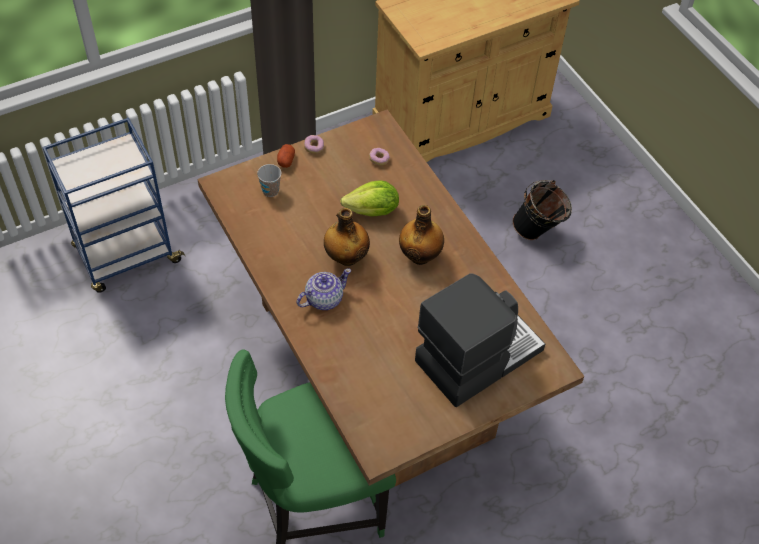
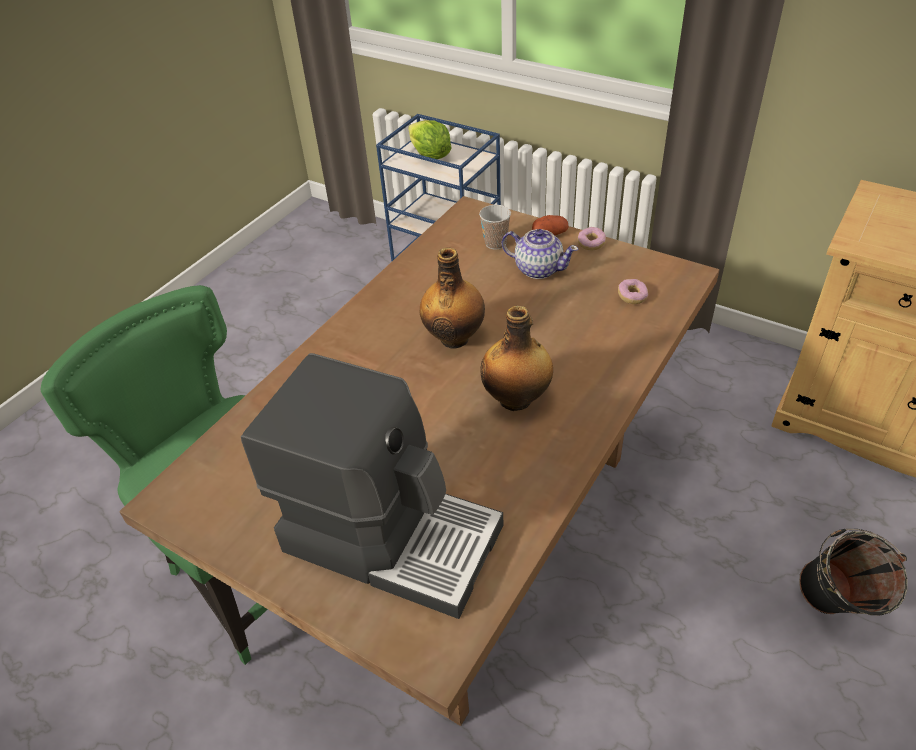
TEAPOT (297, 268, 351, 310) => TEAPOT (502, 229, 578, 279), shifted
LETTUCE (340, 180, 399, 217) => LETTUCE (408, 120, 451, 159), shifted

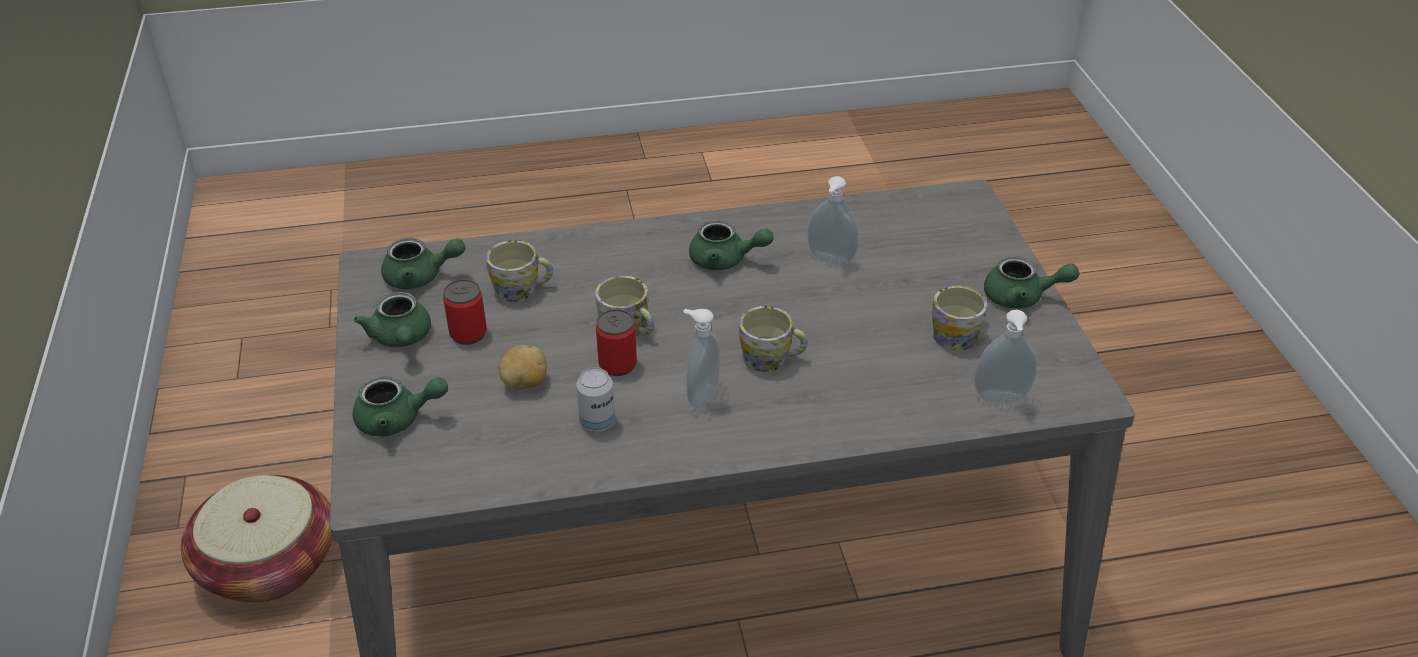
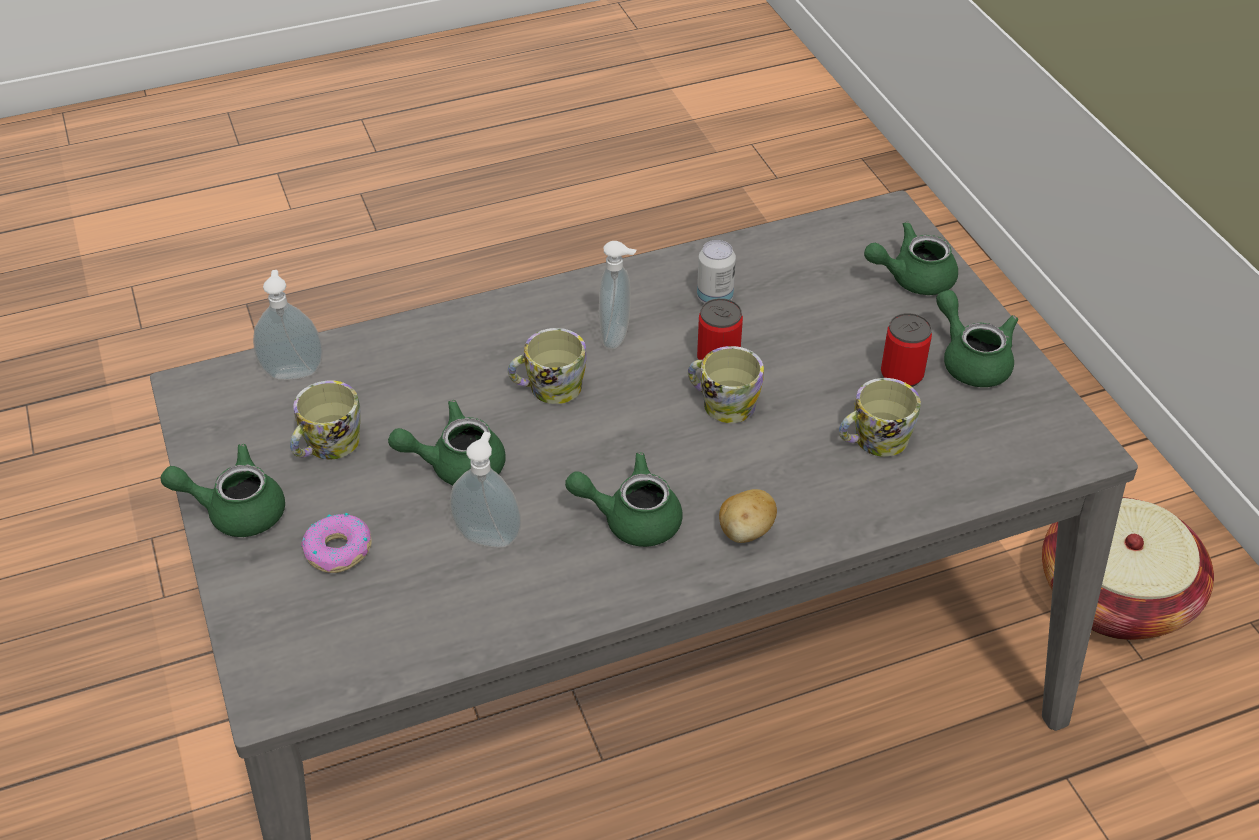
nothing => DONUT (301, 513, 371, 573)
GREEN TEAPOT (381, 238, 465, 289) => GREEN TEAPOT (388, 400, 506, 485), shifted
POTATO (499, 345, 547, 389) => POTATO (719, 489, 777, 543), shifted

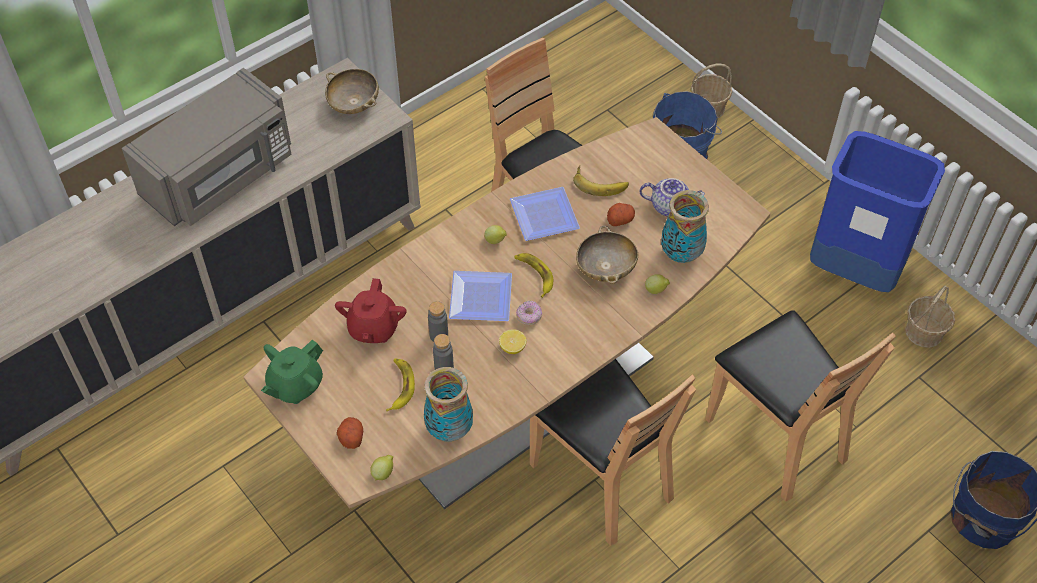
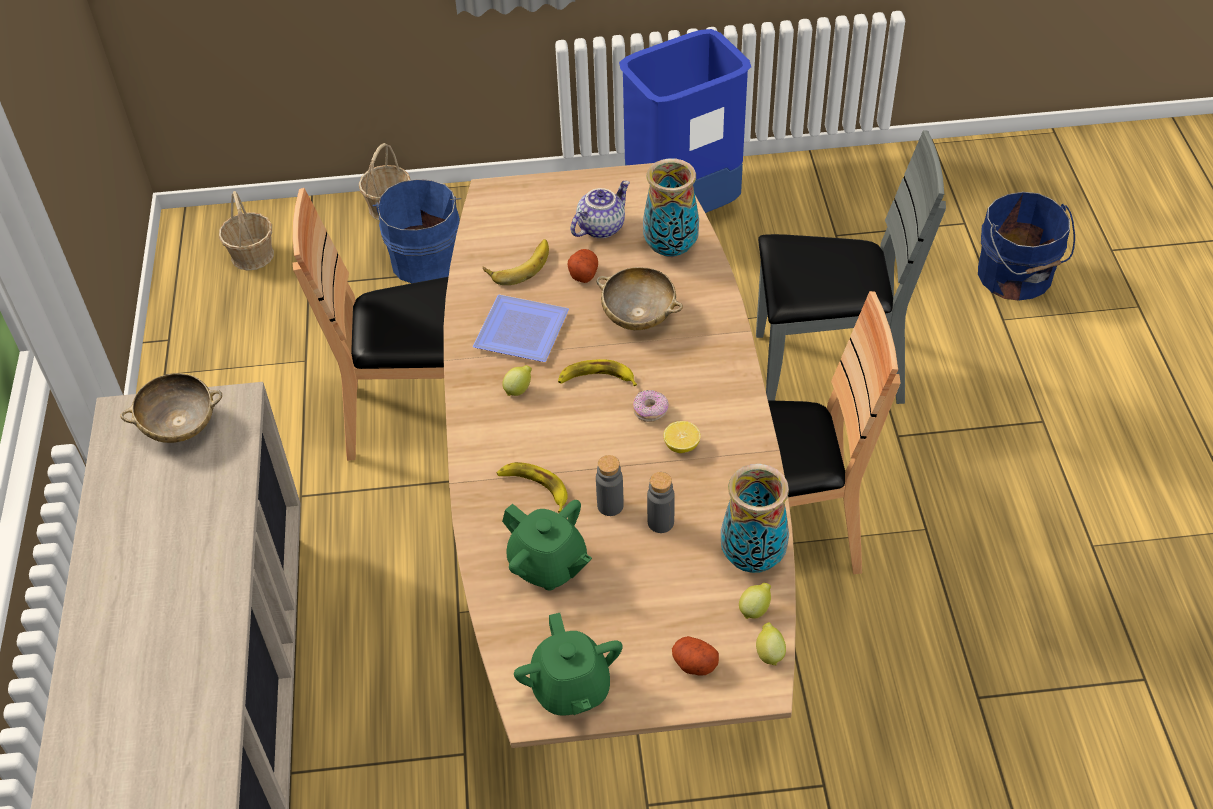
GREY MICROWAVE (122, 68, 291, 226) => nothing
PLATE (449, 271, 512, 321) => nothing
BANANA (386, 358, 415, 411) => BANANA (497, 462, 568, 513), shifted
LEMON (645, 274, 670, 294) => LEMON (739, 583, 771, 619), shifted
BASKET (905, 286, 955, 348) => BASKET (219, 191, 274, 271), shifted
RED TEAPOT (335, 278, 407, 343) => GREEN TEAPOT (502, 500, 592, 590)
BROWN CHAIR (705, 310, 896, 502) => GREY CHAIR (756, 130, 946, 404)

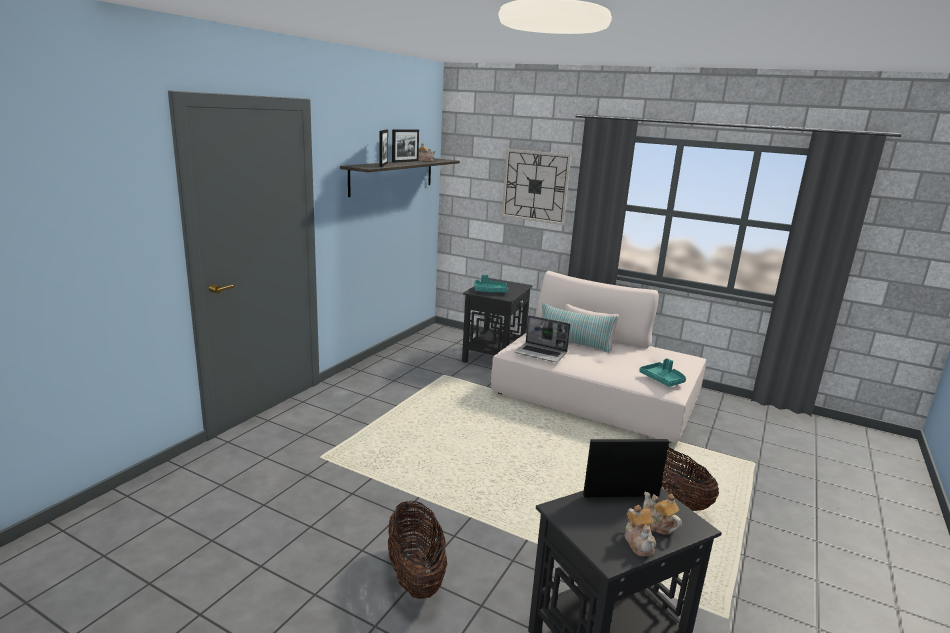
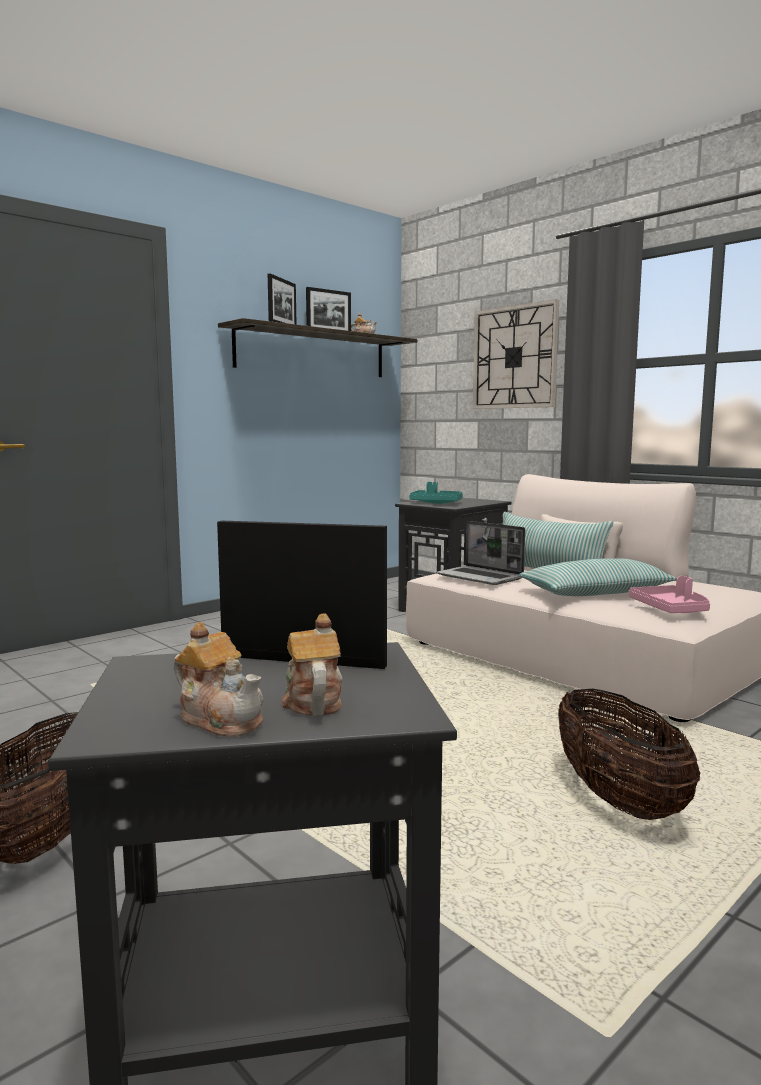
nothing => PILLOW (519, 558, 677, 596)
TURQUOISE TRAY (639, 358, 686, 387) => PINK TRAY (629, 576, 710, 613)
TEAPOT (624, 505, 656, 557) => TEAPOT (174, 622, 263, 737), 60 degrees counterclockwise

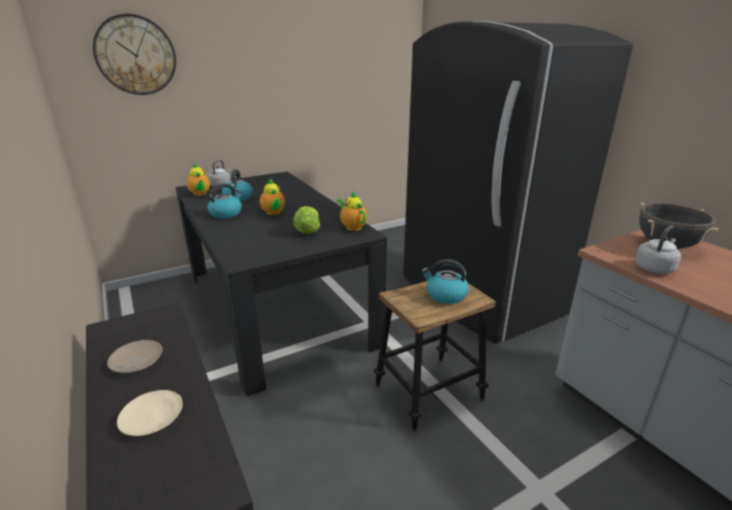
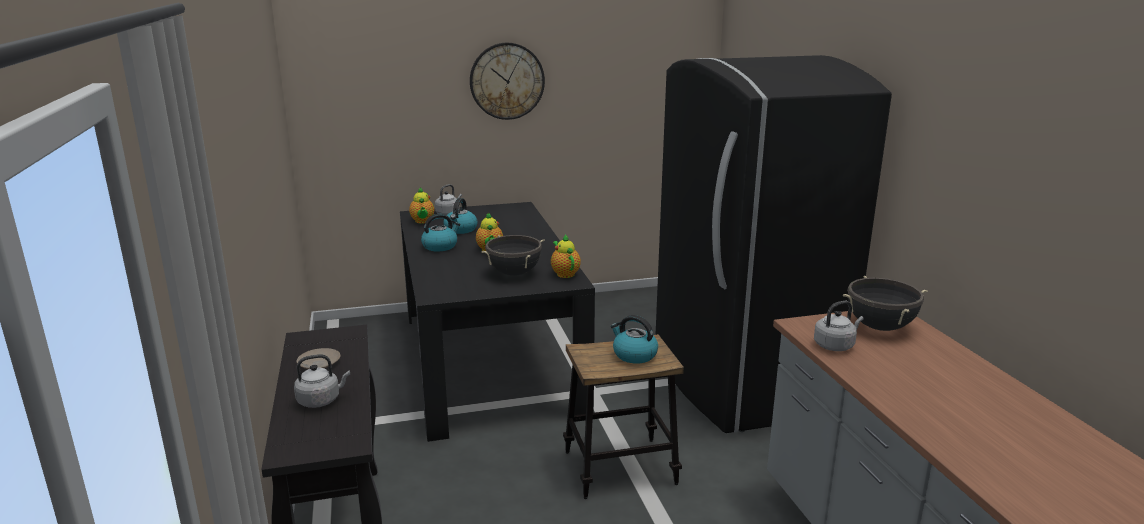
WALL CLOCK (93, 14, 176, 95) => WALL CLOCK (470, 43, 545, 120), shifted
BEIGE PLATE (117, 390, 183, 436) => GREY KETTLE (294, 354, 350, 408)
LETTUCE (293, 206, 320, 234) => BLACK COOKING POT (481, 235, 545, 276)

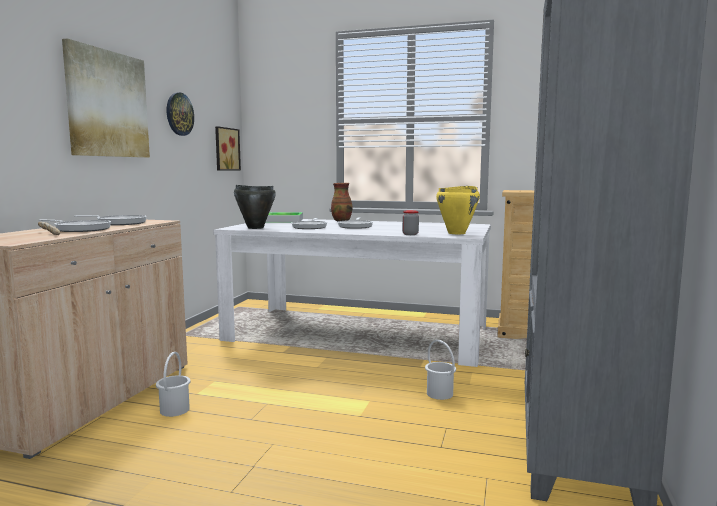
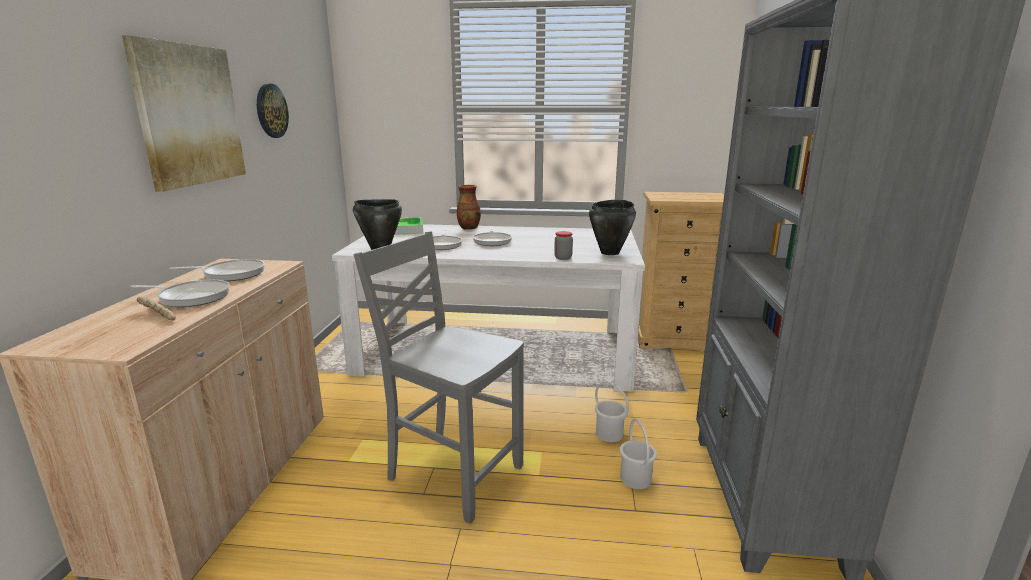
PICTURE (215, 126, 241, 171) => nothing
nothing => GREY CHAIR (354, 231, 524, 524)
WHITE BUCKET (156, 352, 191, 417) => WHITE BUCKET (620, 418, 657, 489), shifted
YELLOW COOKING POT (436, 186, 480, 234) => BLACK COOKING POT (589, 199, 636, 255)

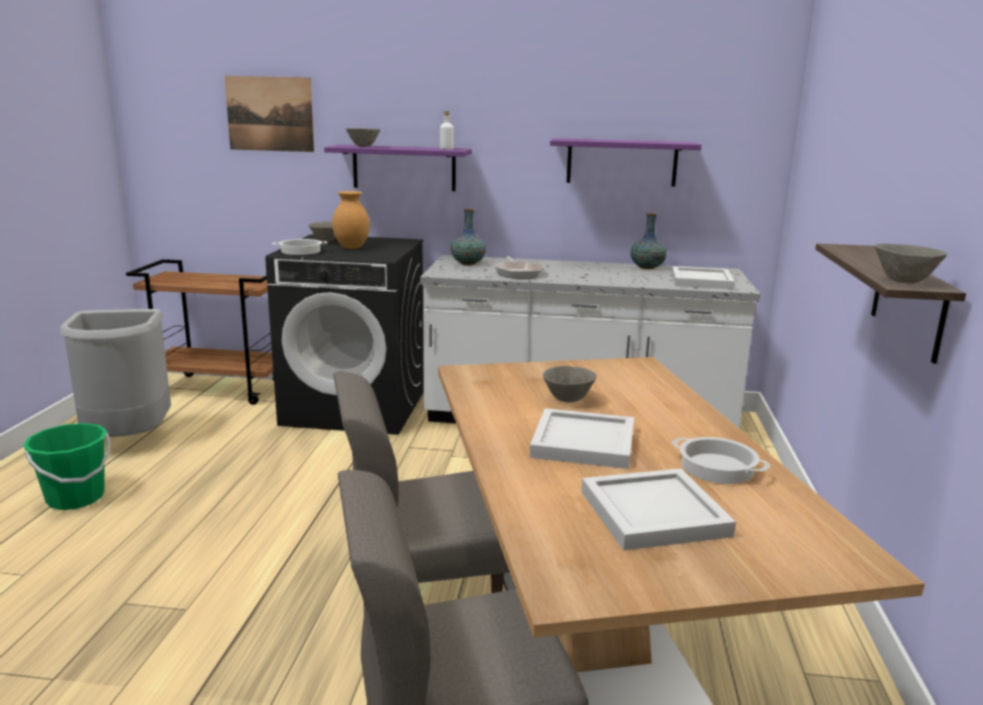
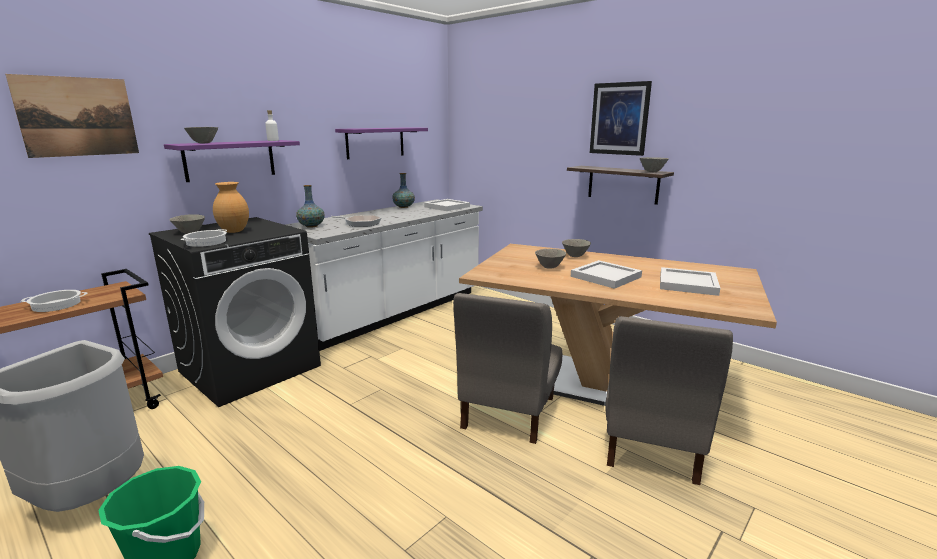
nothing => GREY BOWL (562, 239, 591, 257)
nothing => PICTURE (590, 81, 652, 156)
COOKING POT (672, 437, 770, 484) => COOKING POT (21, 290, 87, 312), shifted

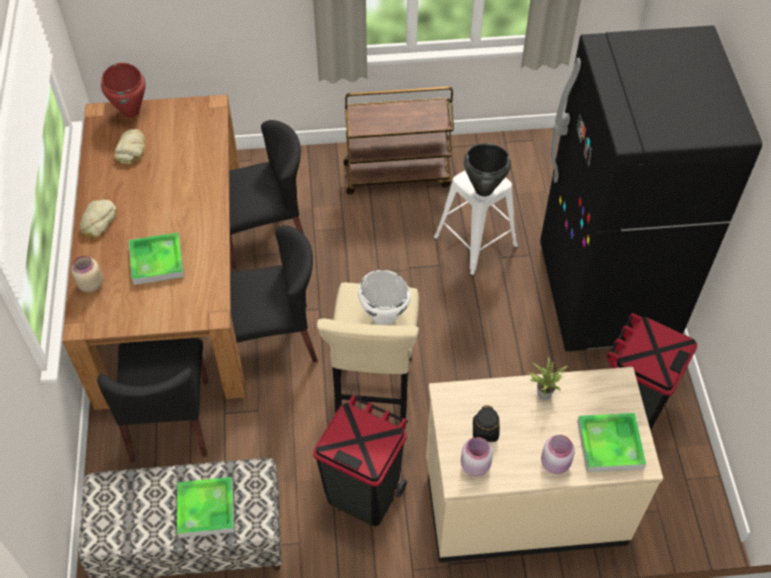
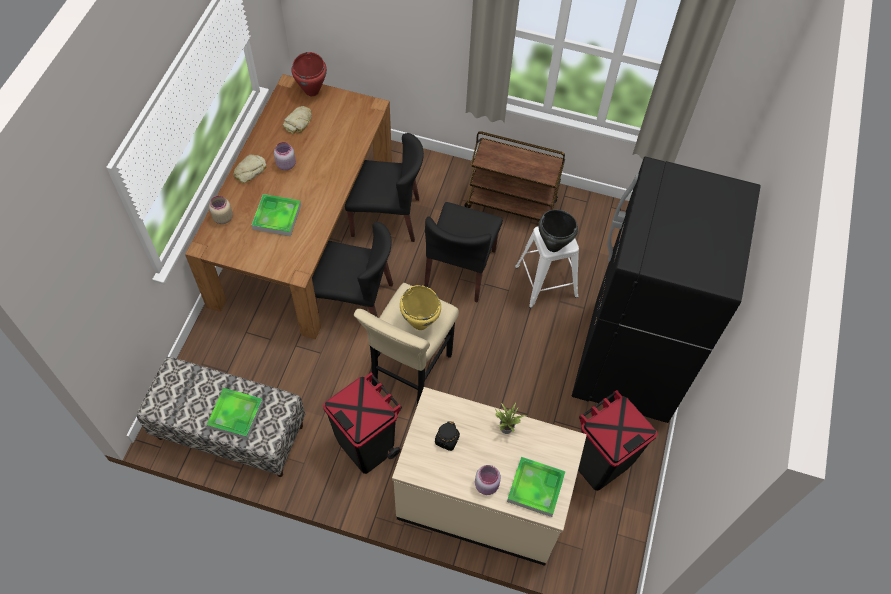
BLACK CHAIR (97, 338, 208, 462) => BLACK CHAIR (424, 202, 503, 303), shifted
PINK JAR (461, 437, 493, 476) => PINK JAR (274, 142, 296, 170), shifted
WHITE COOKING POT (358, 270, 411, 325) => YELLOW COOKING POT (400, 285, 441, 330)

